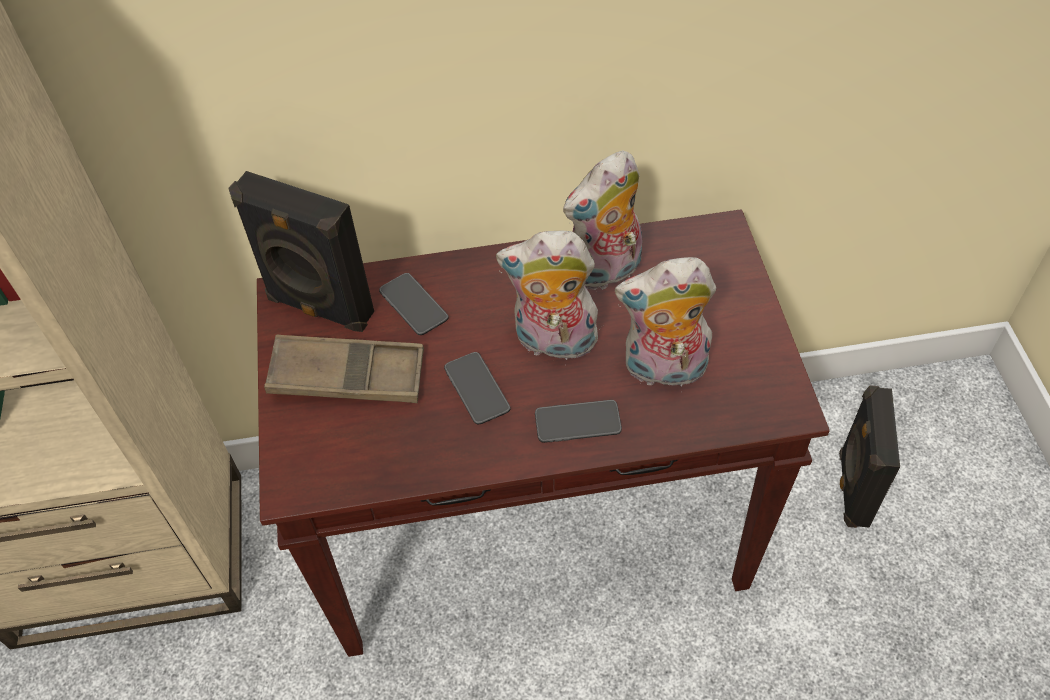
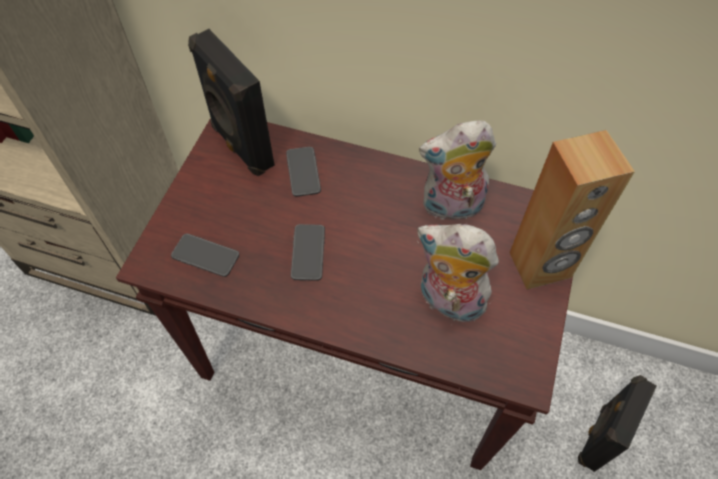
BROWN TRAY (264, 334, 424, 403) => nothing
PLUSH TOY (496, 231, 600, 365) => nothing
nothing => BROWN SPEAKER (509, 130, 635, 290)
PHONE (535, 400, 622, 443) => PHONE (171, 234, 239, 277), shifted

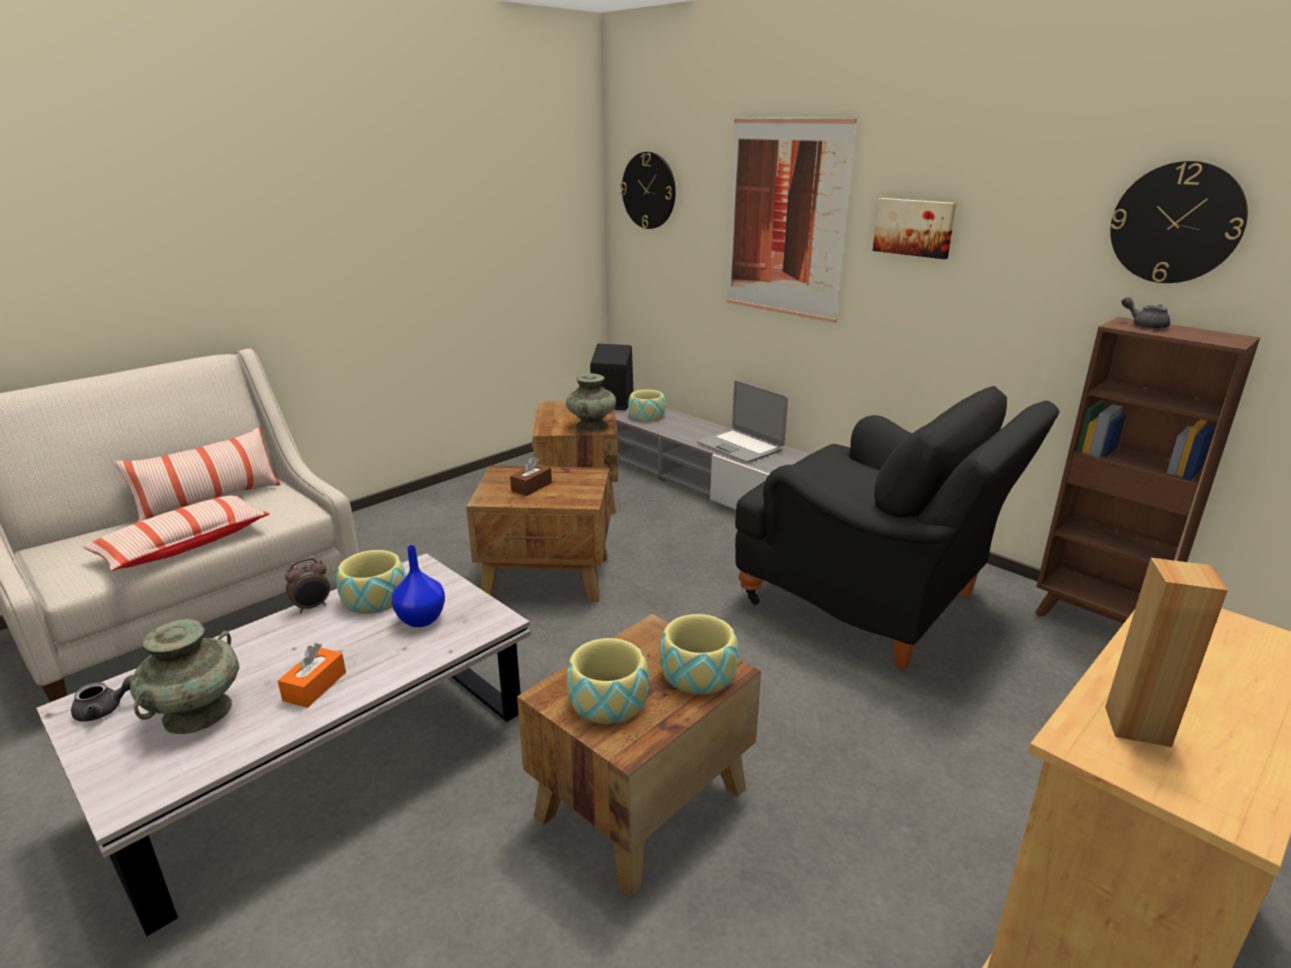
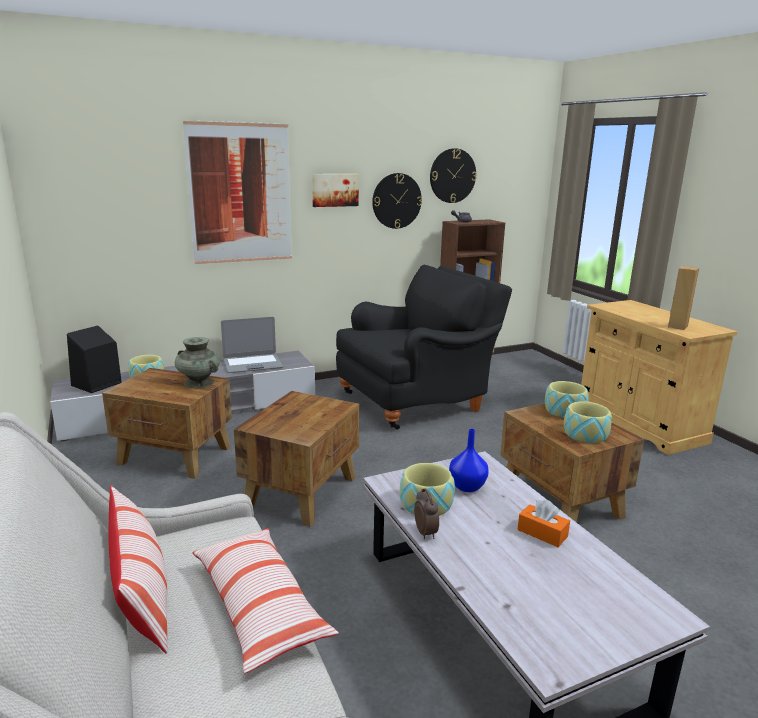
GREY TEAPOT (71, 675, 133, 722) => nothing
TURQUOISE VASE (130, 619, 240, 734) => nothing
BROWN TISSUE BOX (510, 457, 552, 496) => nothing
WALL CLOCK (620, 152, 676, 229) => WALL CLOCK (372, 173, 422, 229), shifted

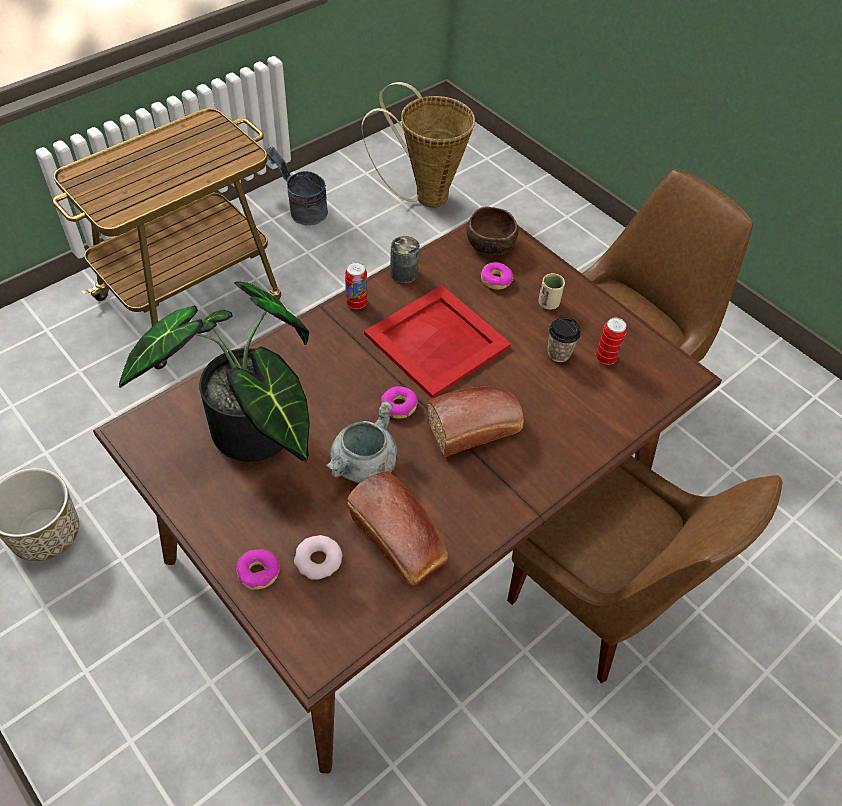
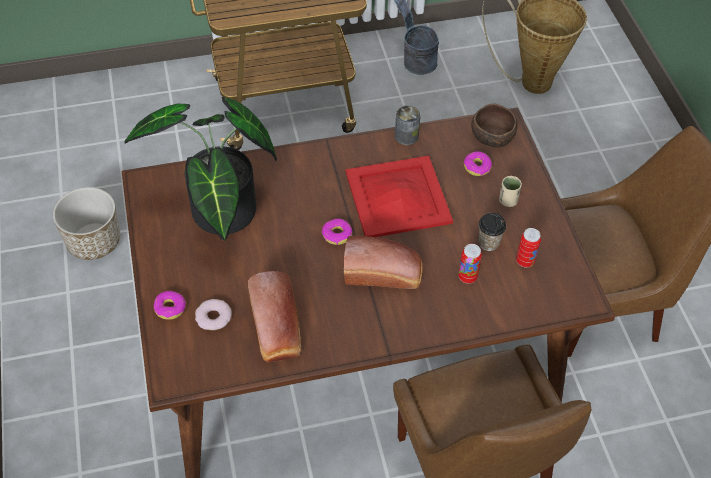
GREY COOKING POT (326, 400, 398, 483) => nothing
CAN (345, 262, 367, 309) => CAN (458, 244, 482, 284), shifted

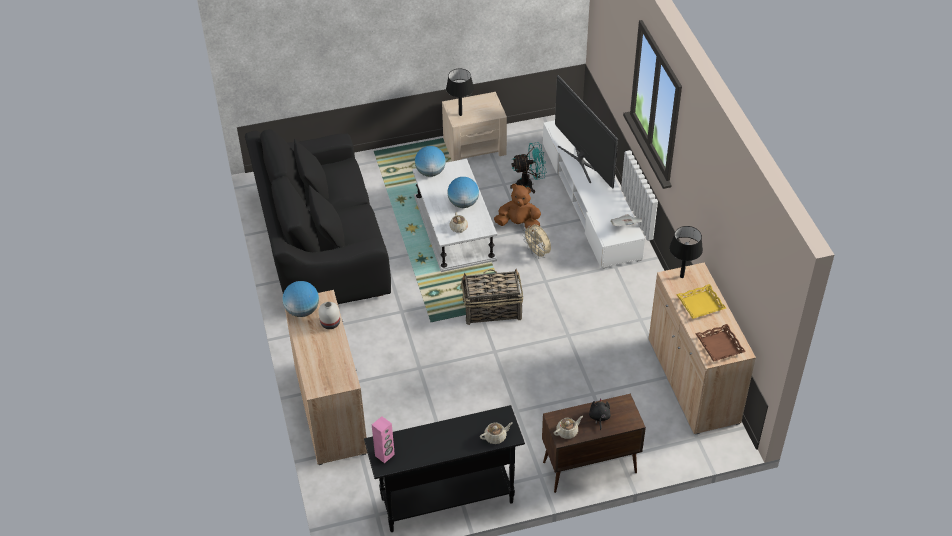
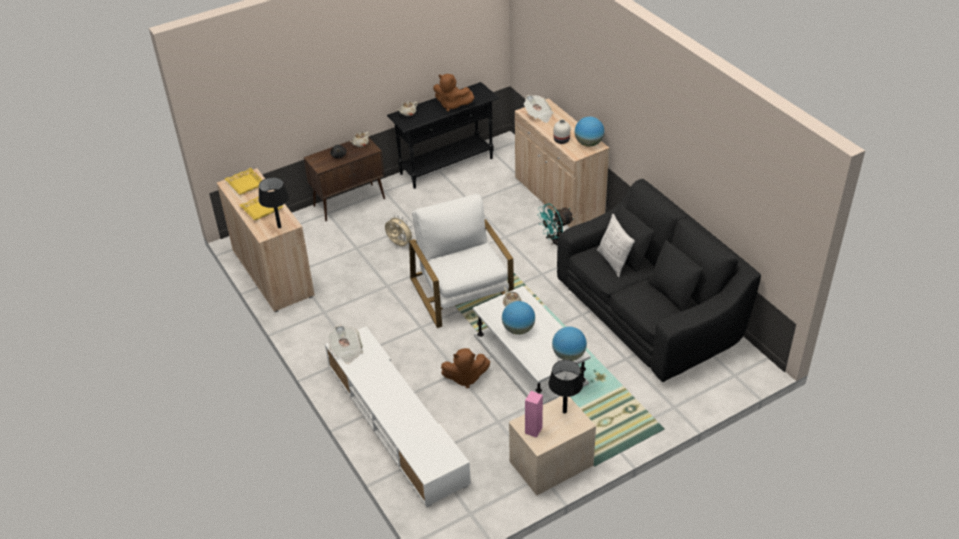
TELEVISION (555, 75, 618, 188) => nothing
nothing => BROWN PLUSH TOY (433, 74, 475, 112)
nothing => NEWSPAPER (524, 95, 554, 123)
nothing => PILLOW (597, 214, 635, 277)
PINK SPEAKER (372, 416, 395, 463) => PINK SPEAKER (525, 391, 543, 438), shifted
TURQUOISE FAN (510, 142, 546, 193) => TURQUOISE FAN (537, 203, 573, 245), shifted
BEIGE FAN (524, 224, 551, 259) => BEIGE FAN (385, 215, 415, 246), shifted
BASKET (461, 269, 523, 325) => WHITE ARMCHAIR (409, 194, 514, 328)
BROWN TRAY (695, 324, 746, 362) => YELLOW TRAY (225, 168, 262, 194)

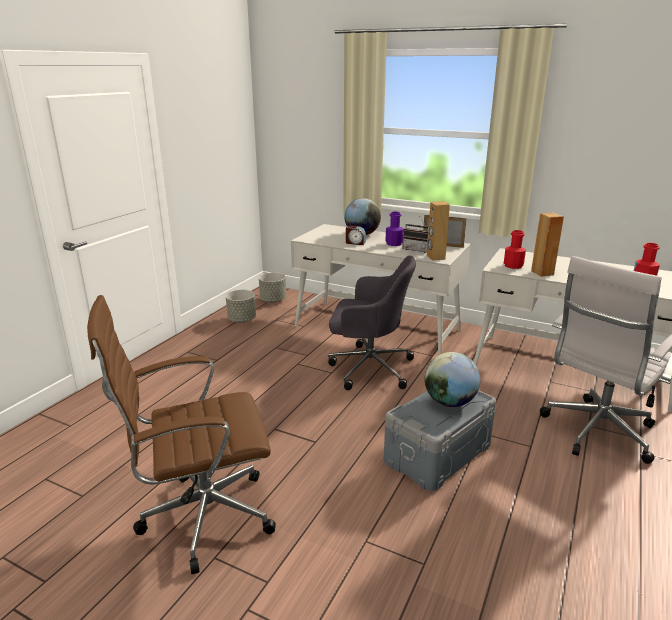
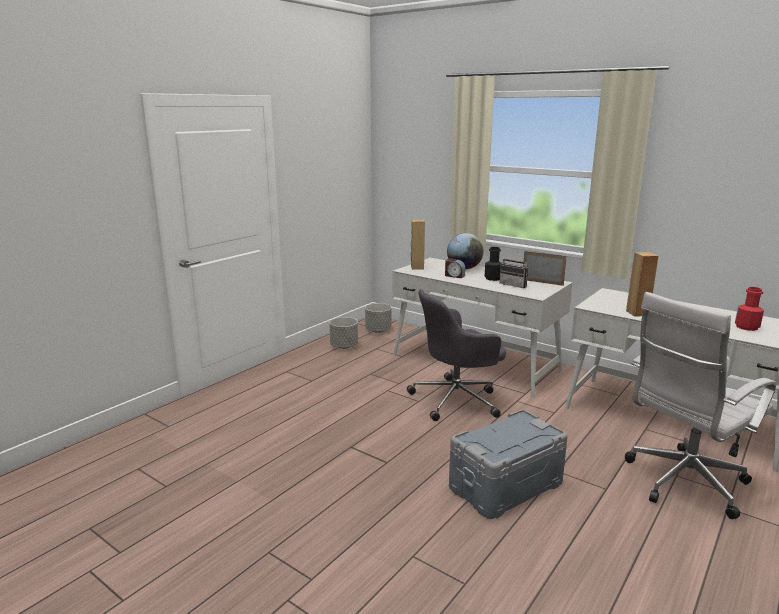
BROWN OFFICE CHAIR (87, 295, 276, 574) => nothing
GLOBE (425, 352, 480, 407) => nothing
RED BOTTLE (504, 230, 526, 269) => nothing
BROWN SPEAKER (427, 201, 450, 260) => BROWN SPEAKER (411, 219, 425, 270), shifted
PURPLE BOTTLE (385, 212, 404, 246) => BLACK BOTTLE (485, 247, 502, 281)
GREY OFFICE CHAIR (328, 256, 416, 390) => GREY OFFICE CHAIR (407, 289, 506, 421), 135 degrees clockwise

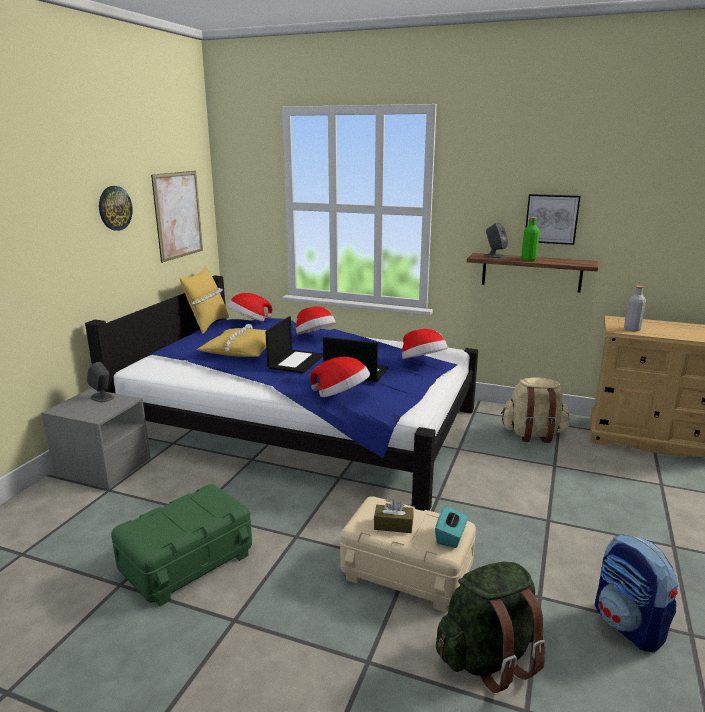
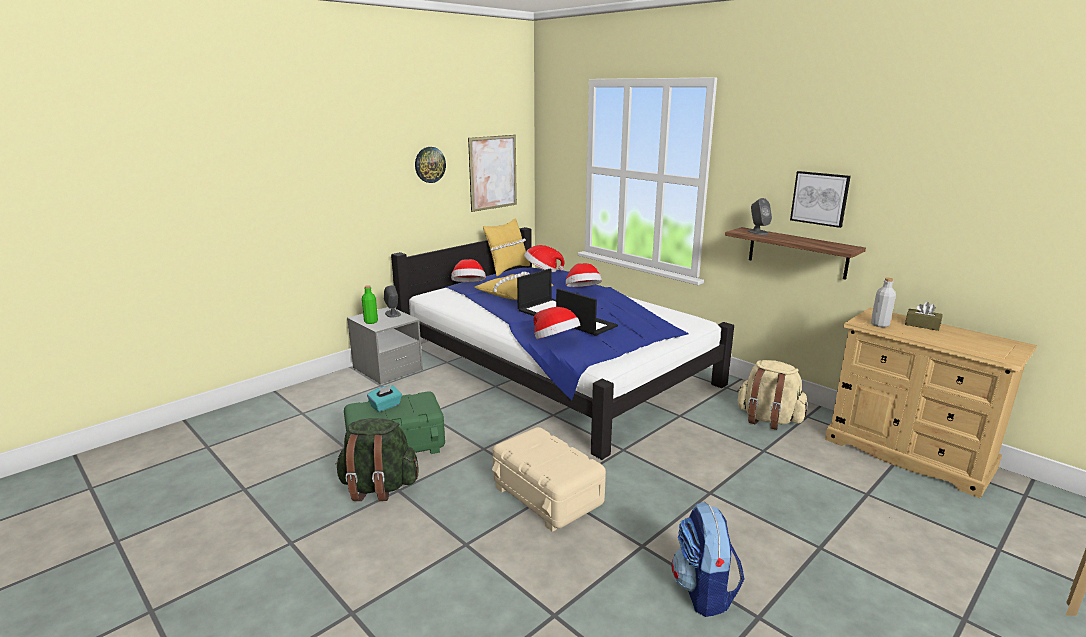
BROWN TISSUE BOX (374, 499, 413, 533) => BROWN TISSUE BOX (905, 302, 943, 331), shifted
HAT (402, 329, 448, 359) => HAT (451, 259, 486, 282), shifted
TURQUOISE TISSUE BOX (435, 506, 468, 548) => TURQUOISE TISSUE BOX (367, 385, 402, 412), shifted
GREEN BACKPACK (436, 562, 547, 693) => GREEN BACKPACK (336, 418, 419, 501), shifted
GREEN BOTTLE (521, 217, 539, 261) => GREEN BOTTLE (362, 285, 378, 324), shifted

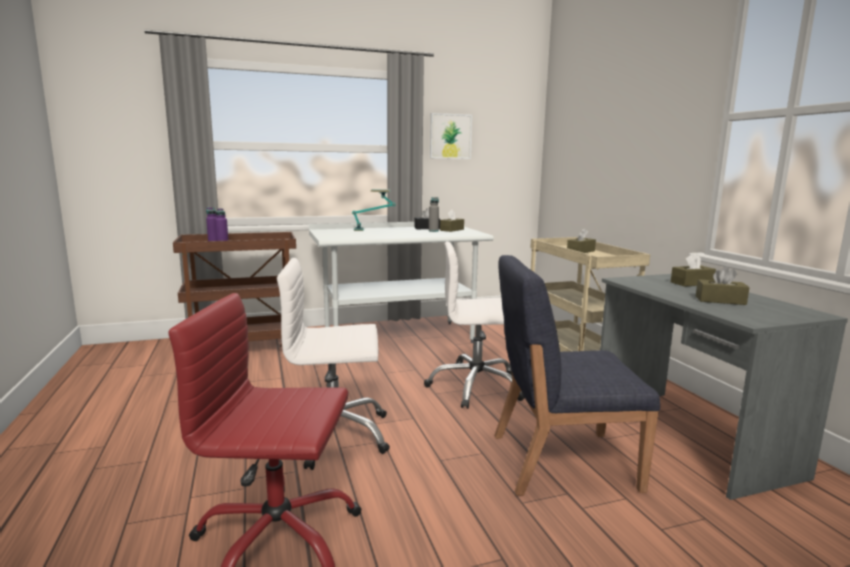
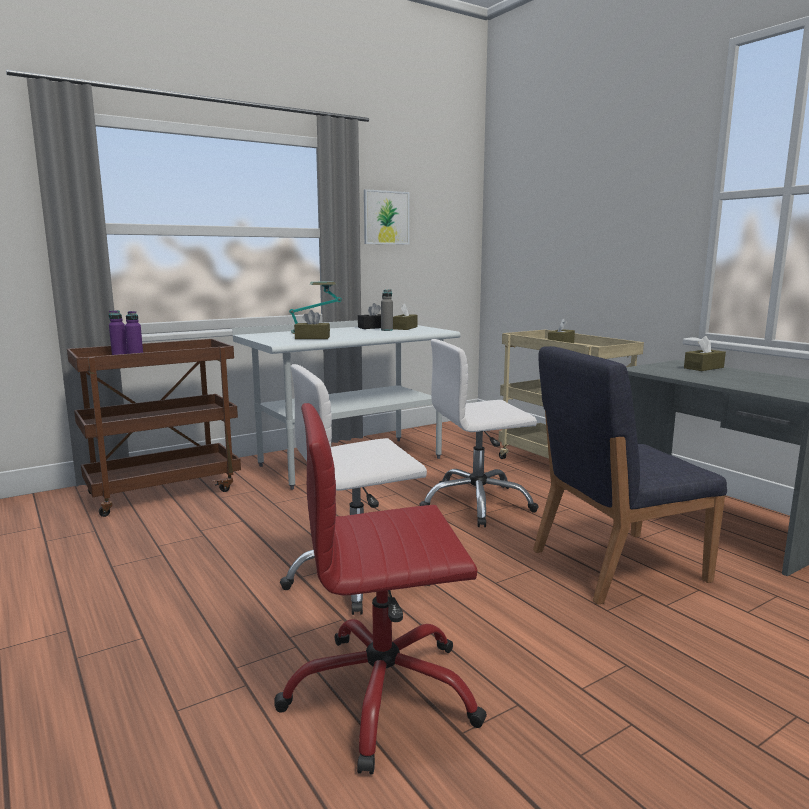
BROWN TISSUE BOX (696, 266, 750, 305) => BROWN TISSUE BOX (294, 310, 330, 339), shifted

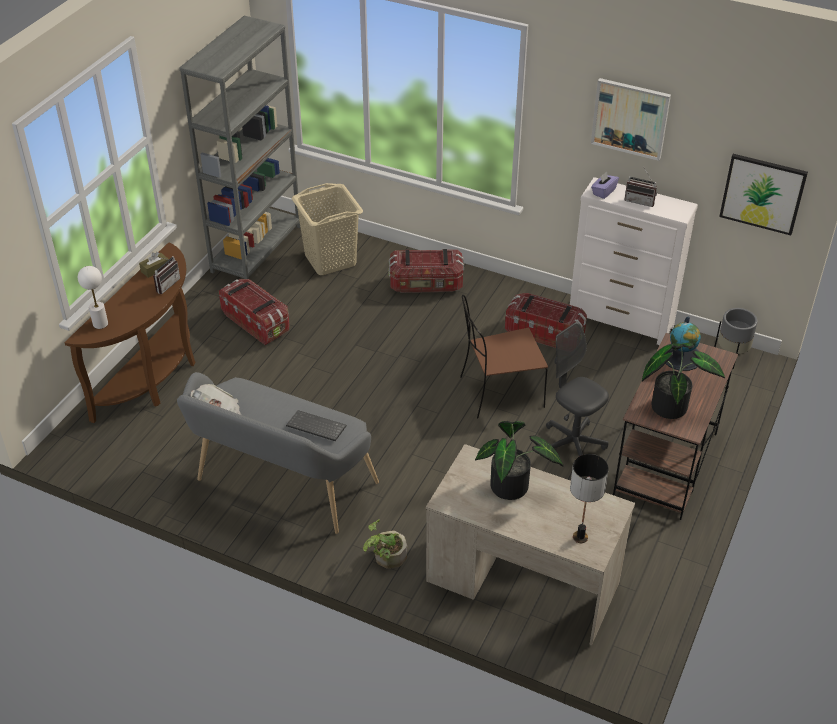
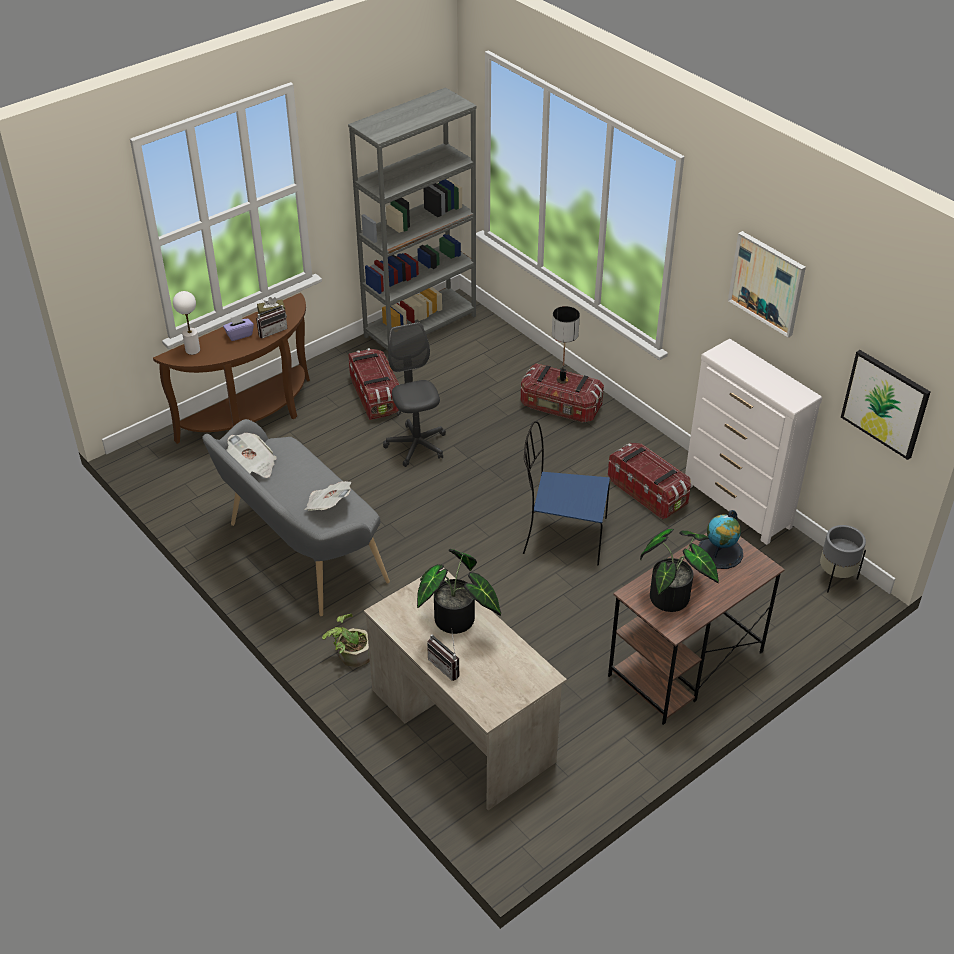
BEIGE LAUNDRY BASKET (292, 183, 363, 275) => nothing
GREY OFFICE CHAIR (546, 322, 609, 456) => GREY OFFICE CHAIR (383, 322, 446, 467), shifted
TABLE LAMP (570, 454, 609, 543) => TABLE LAMP (552, 306, 580, 384), shifted
PURPLE TISSUE BOX (591, 172, 619, 199) => PURPLE TISSUE BOX (223, 315, 254, 341), shifted
RADIO (624, 168, 657, 207) => RADIO (427, 628, 459, 681), shifted
KEYBOARD (286, 410, 346, 441) => NEWSPAPER (305, 481, 352, 511)
BROWN CHAIR (460, 295, 548, 418) => BLUE CHAIR (523, 421, 610, 566)

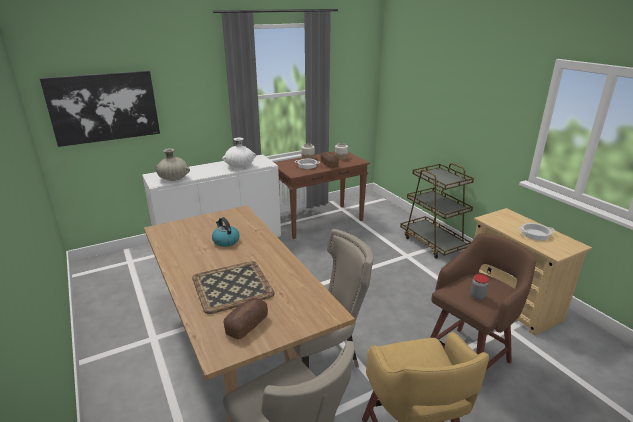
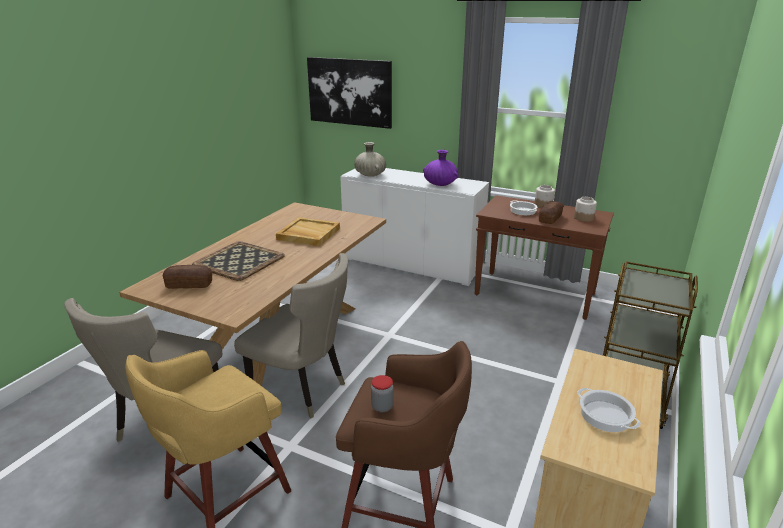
KETTLE (212, 217, 240, 247) => BEIGE TRAY (276, 217, 340, 246)
WHITE VASE (222, 138, 256, 168) => PURPLE VASE (423, 150, 459, 186)

